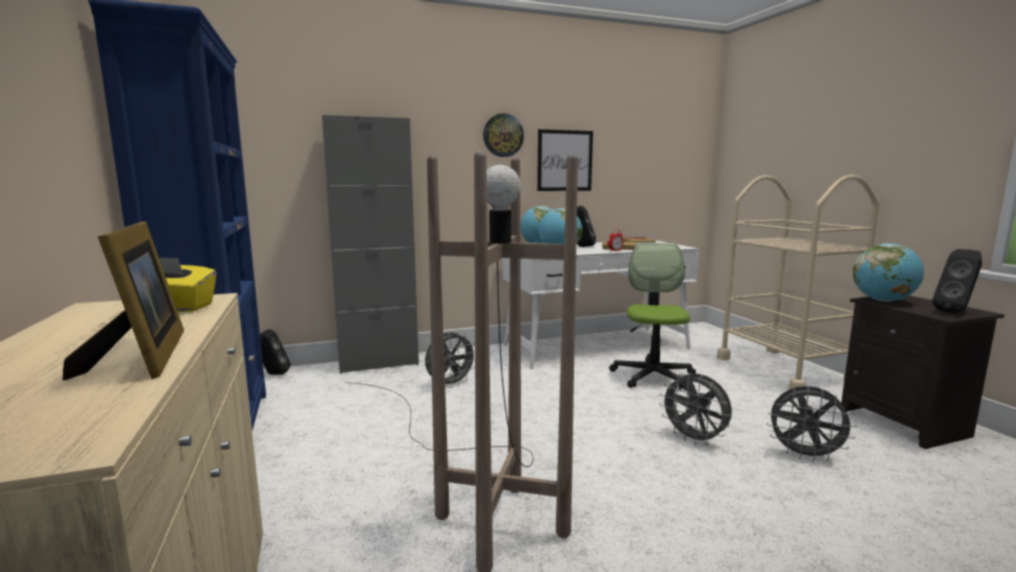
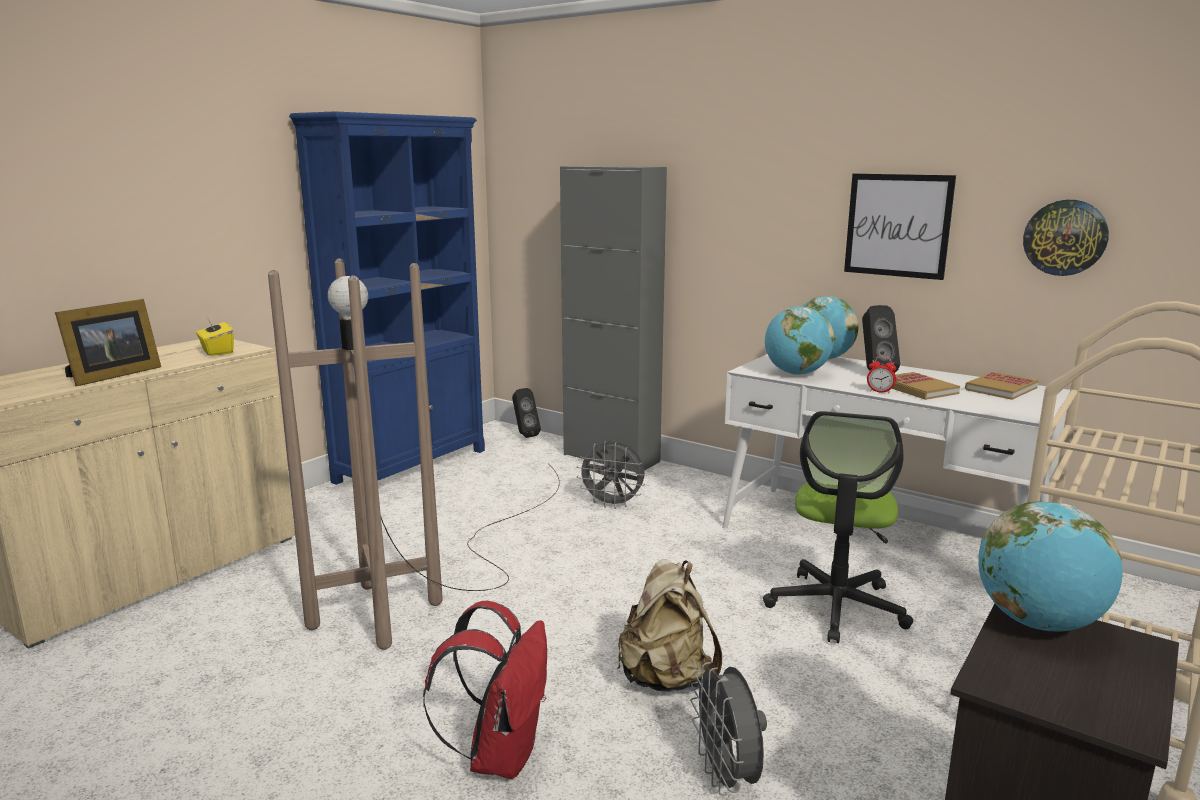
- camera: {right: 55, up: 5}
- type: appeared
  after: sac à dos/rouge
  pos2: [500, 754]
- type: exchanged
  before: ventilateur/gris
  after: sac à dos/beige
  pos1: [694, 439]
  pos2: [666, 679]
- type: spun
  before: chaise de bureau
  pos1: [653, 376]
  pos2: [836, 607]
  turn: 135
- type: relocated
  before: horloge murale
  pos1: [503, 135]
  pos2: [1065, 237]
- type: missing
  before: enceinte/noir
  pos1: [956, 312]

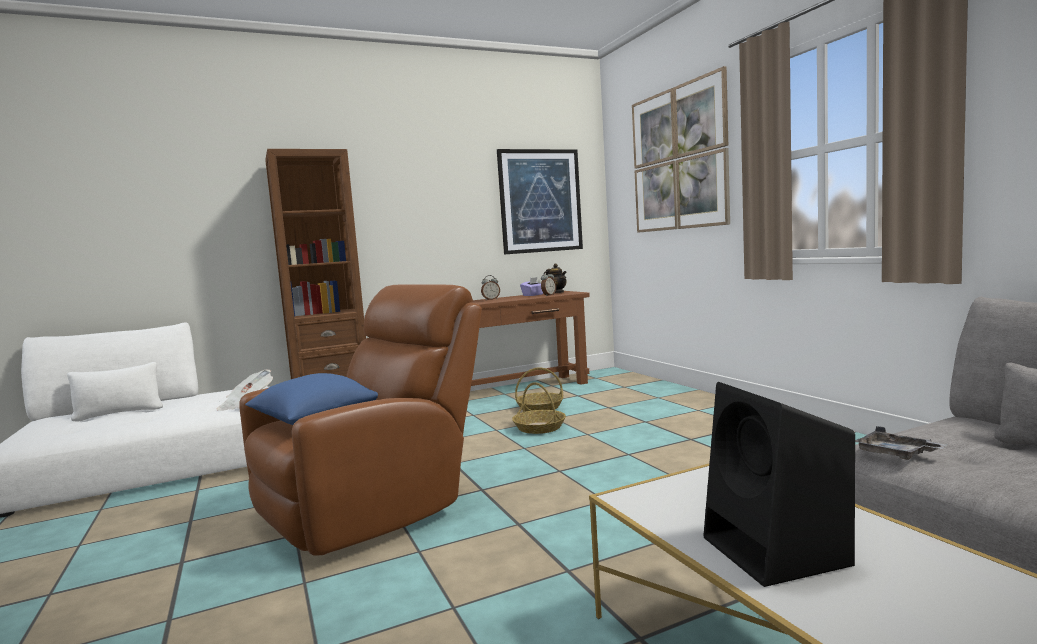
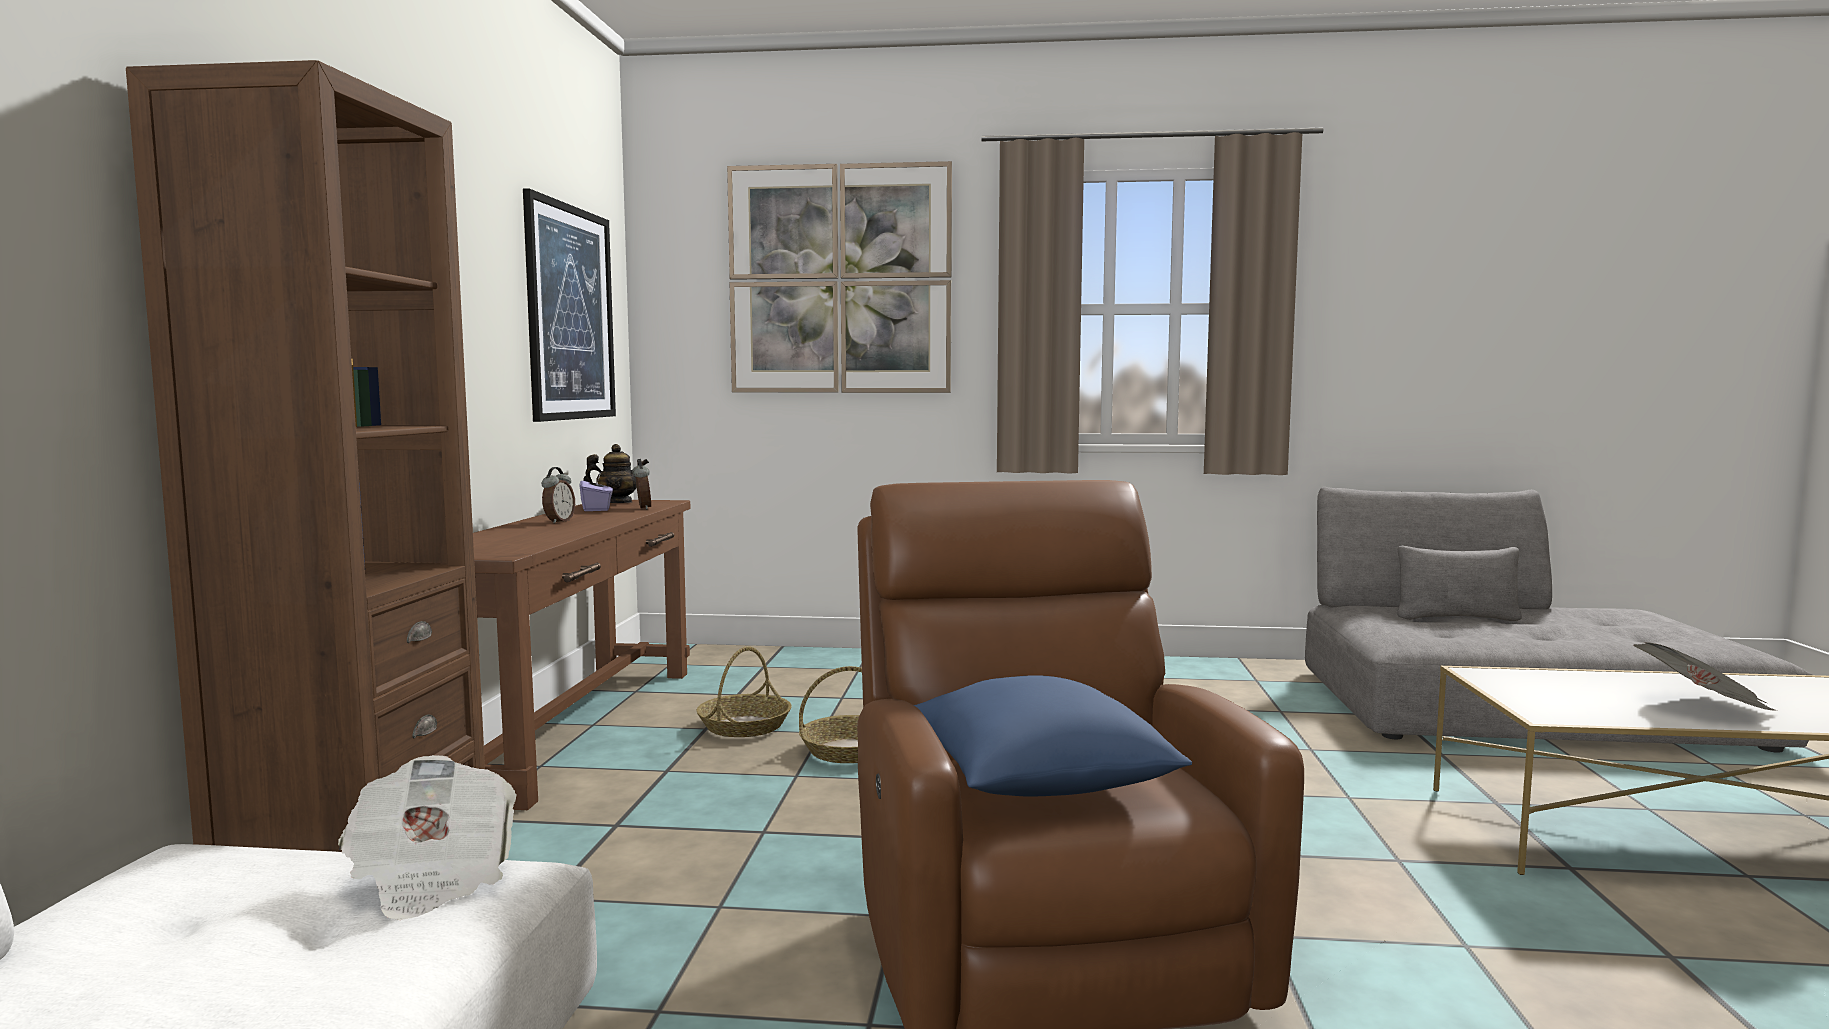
- camera: {right: -60, up: 0}
- type: exchanged
  before: enceinte/noir
  after: journal
  pos1: [778, 552]
  pos2: [1703, 707]
- type: missing
  before: plateau/gris
  pos1: [896, 454]

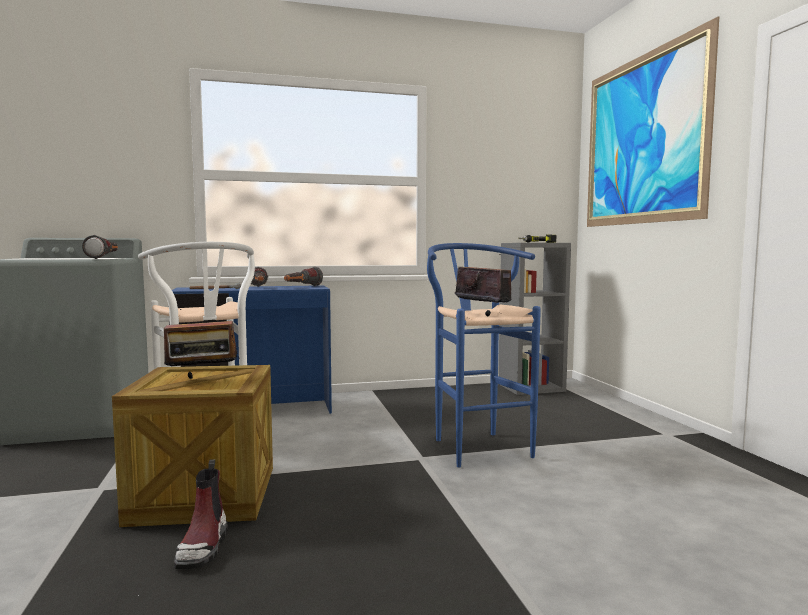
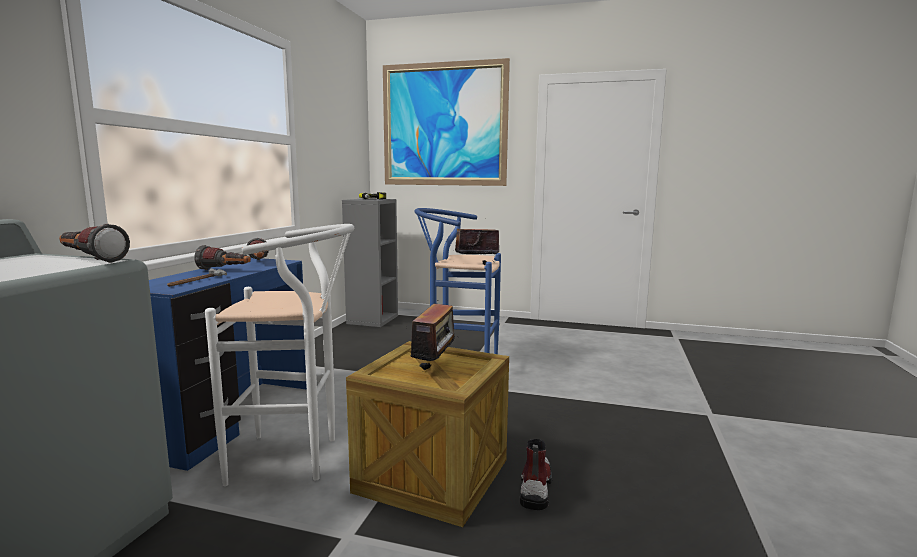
- camera: {right: -60, up: 5}
- type: spun
  before: botte
  pos1: [203, 547]
  pos2: [535, 488]
  turn: -105

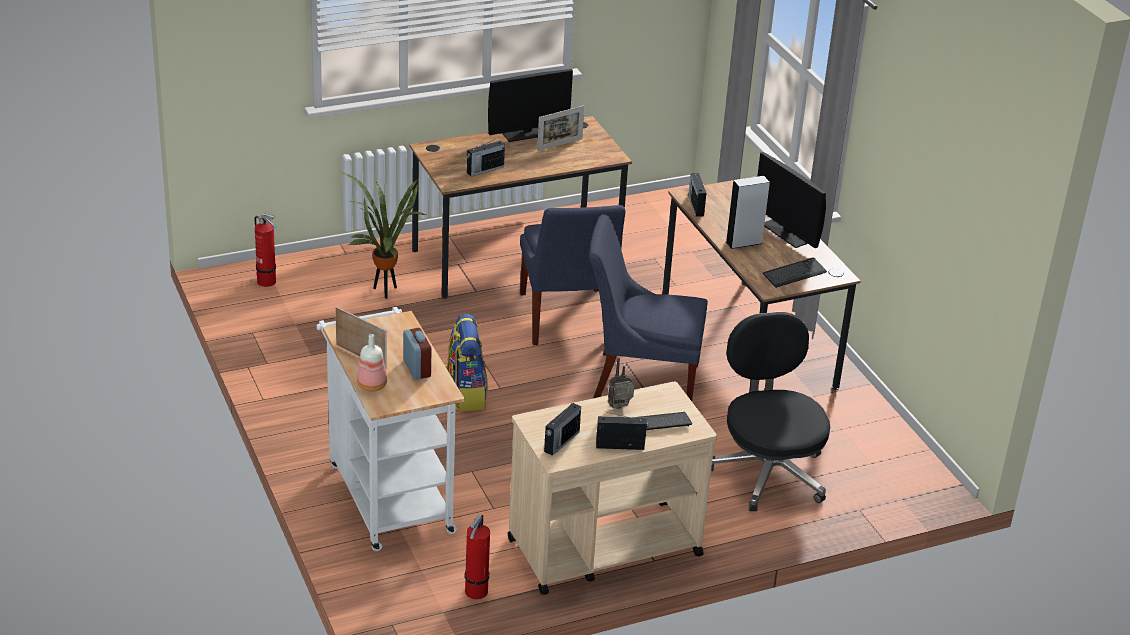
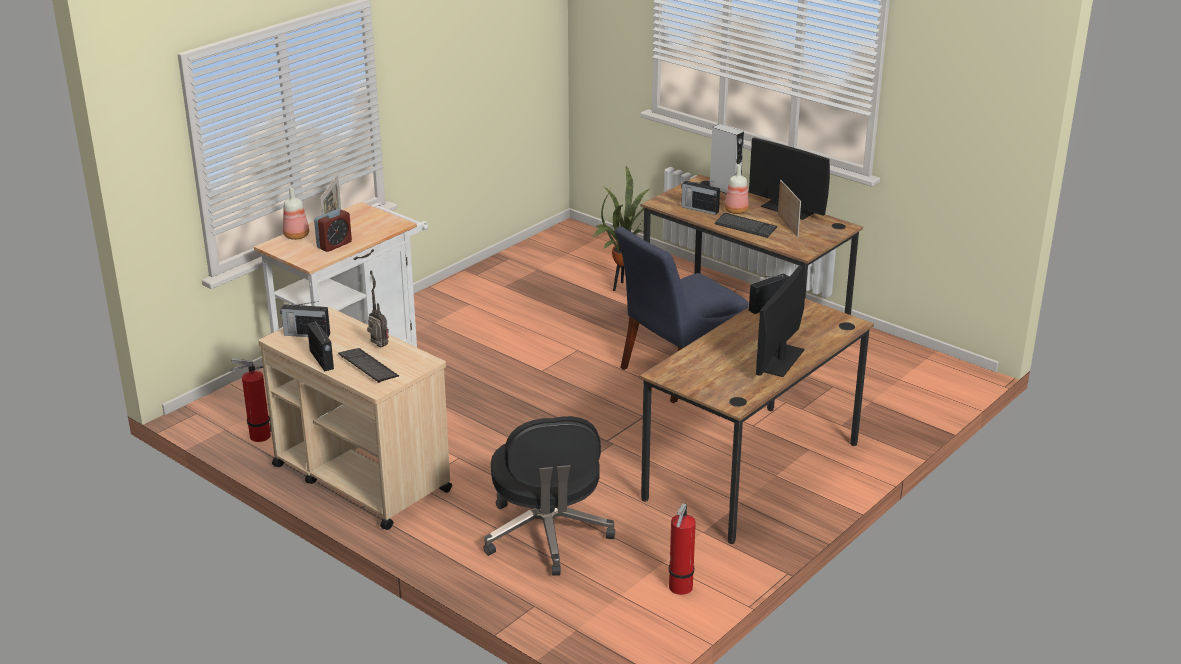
- camera: {right: 65, up: -5}
- type: spun
  before: chaise de bureau/noir
  pos1: [767, 472]
  pos2: [547, 535]
  turn: 120
- type: relocated
  before: extincteur
  pos1: [268, 282]
  pos2: [680, 589]
- type: relocated
  before: enceinte/gris
  pos1: [744, 242]
  pos2: [725, 190]
- type: relocated
  before: clavier
  pos1: [794, 274]
  pos2: [745, 227]
- type: appeared
  after: bouteille
  pos2: [735, 211]
- type: spun
  before: cadre photo
  pos1: [559, 145]
  pos2: [787, 226]
  turn: -135
- type: missing
  before: sac à dos
  pos1: [465, 394]
- type: missing
  before: chaise/bleu
  pos1: [639, 381]

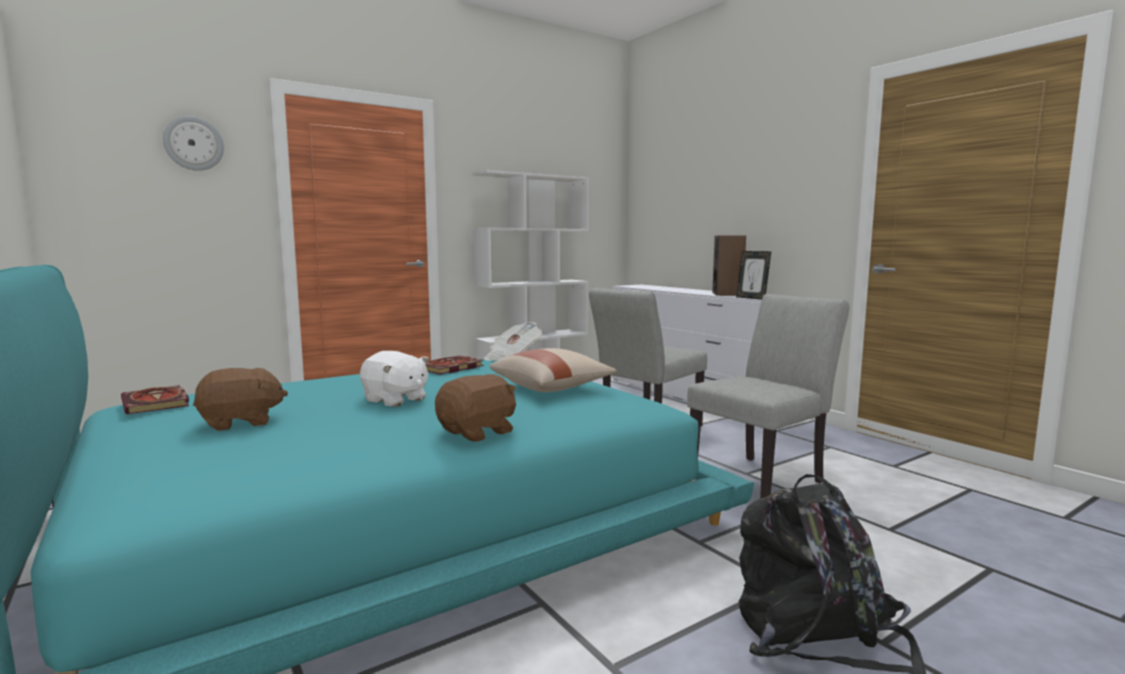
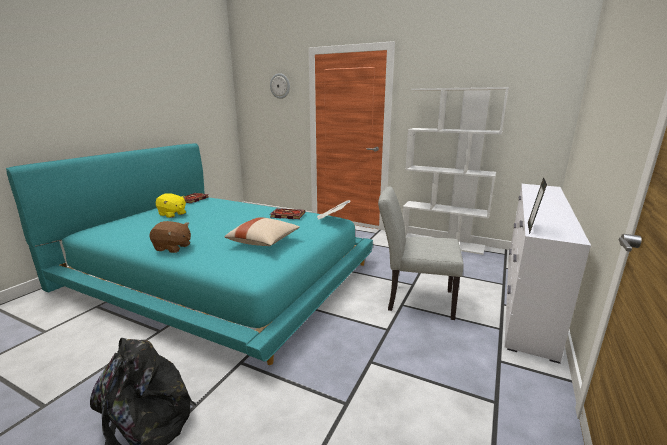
- camera: {right: 60, up: 10}
- type: colour
  before: peluche/marron
  after: peluche/jaune
  pos1: [241, 422]
  pos2: [172, 214]
- type: missing
  before: peluche/blanc
  pos1: [395, 400]
- type: missing
  before: chaise/gris
  pos1: [762, 479]
- type: missing
  before: enceinte
  pos1: [727, 294]

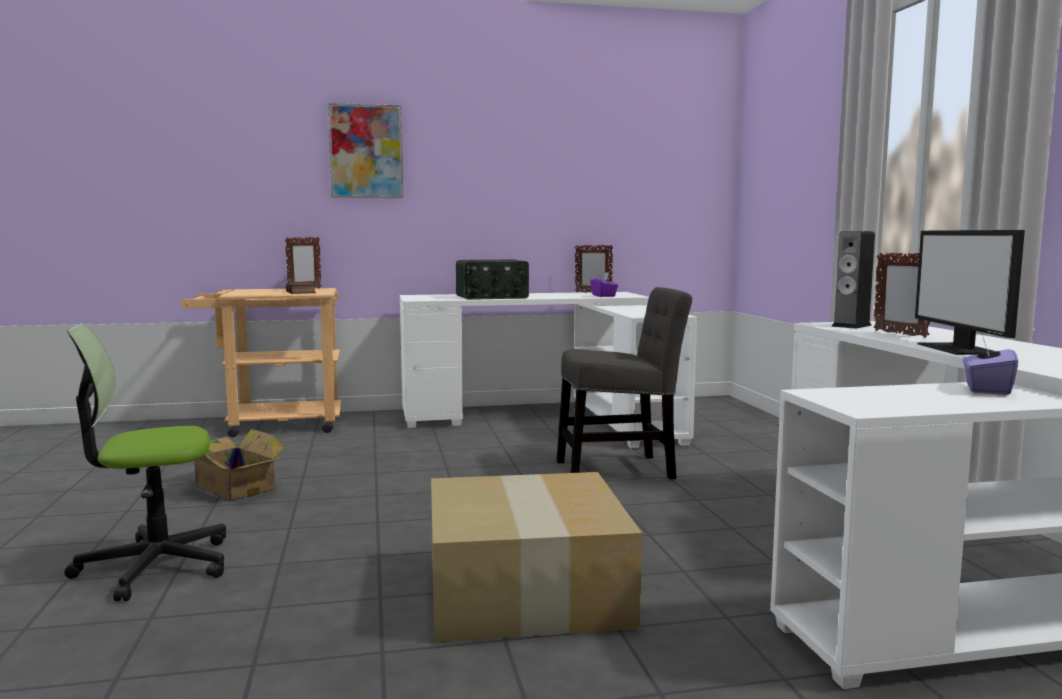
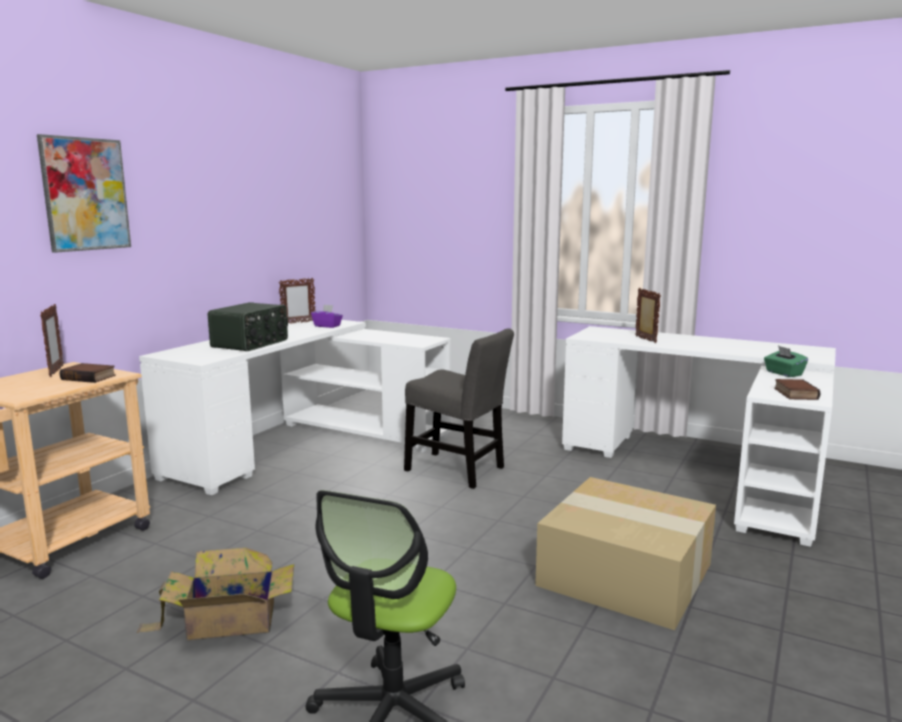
- camera: {right: -50, up: 5}
- type: spun
  before: chaise/gris
  pos1: [621, 469]
  pos2: [458, 470]
  turn: 90
- type: spun
  before: cadre photo
  pos1: [900, 334]
  pos2: [645, 339]
  turn: -120
- type: colour
  before: boîte à mouchoirs/violet
  after: boîte à mouchoirs/vert
  pos1: [986, 389]
  pos2: [783, 373]
- type: appeared
  after: livre
  pos2: [794, 393]
- type: missing
  before: enceinte
  pos1: [851, 326]
- type: missing
  before: écran d'ordinateur
  pos1: [960, 349]

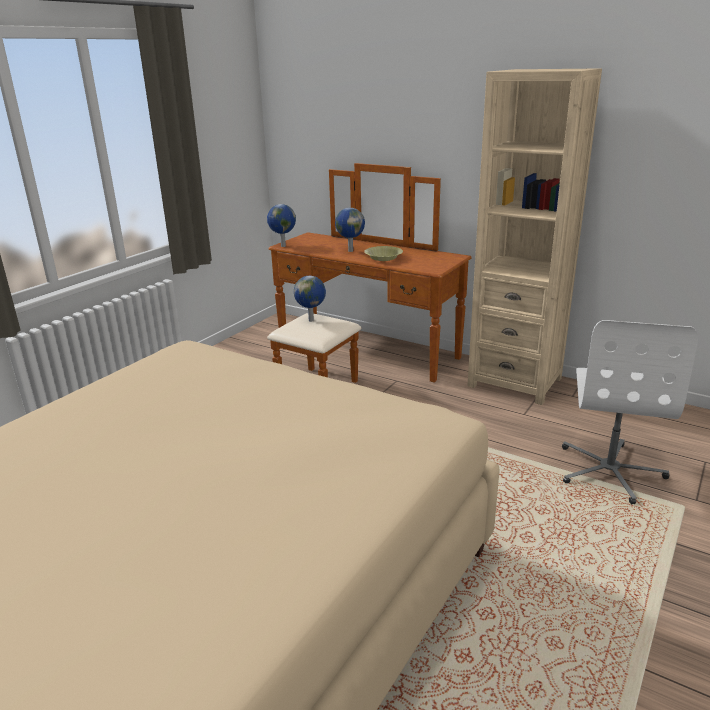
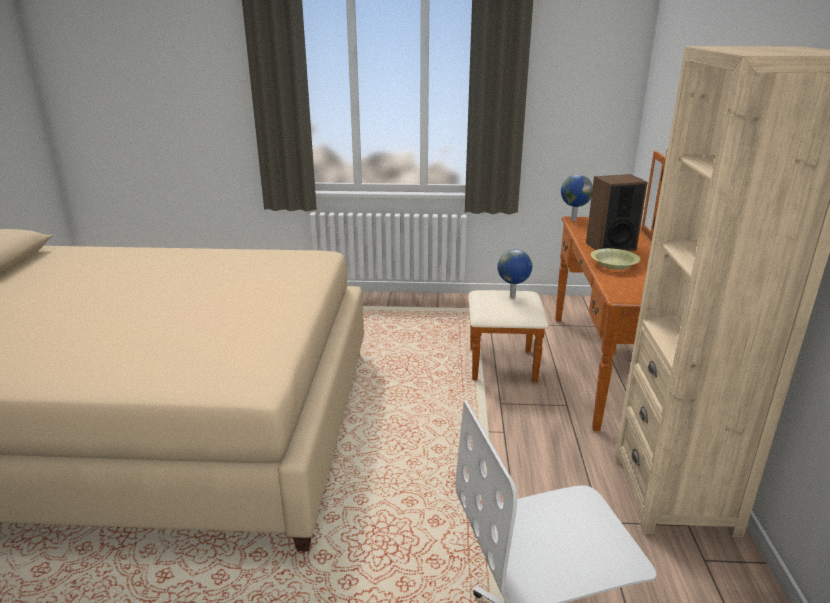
- camera: {right: 60, up: 0}
- type: exchanged
  before: globe
  after: enceinte
  pos1: [350, 251]
  pos2: [610, 246]

